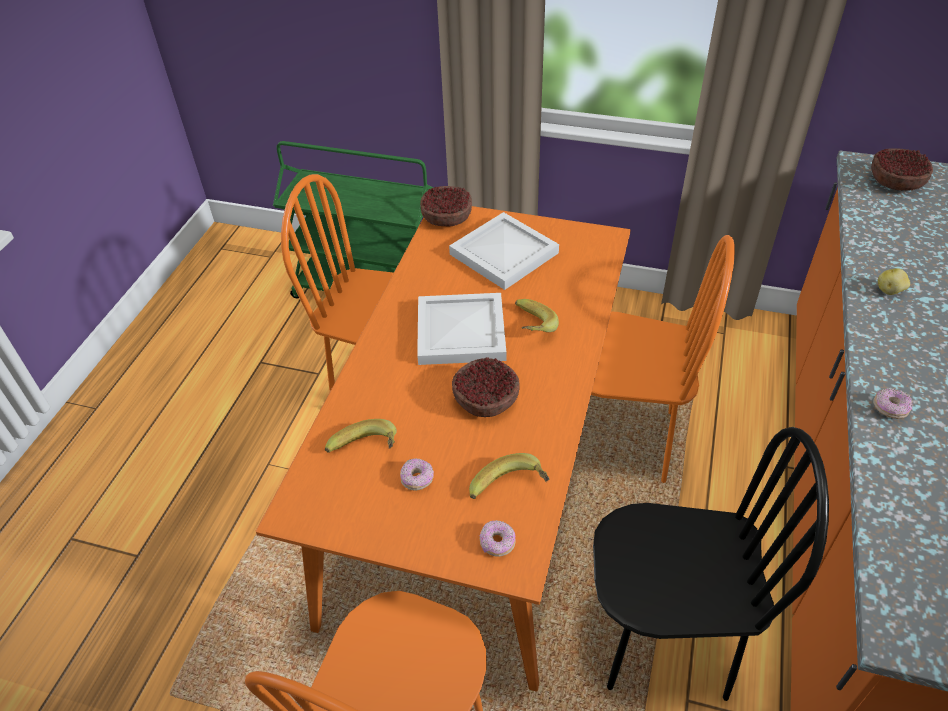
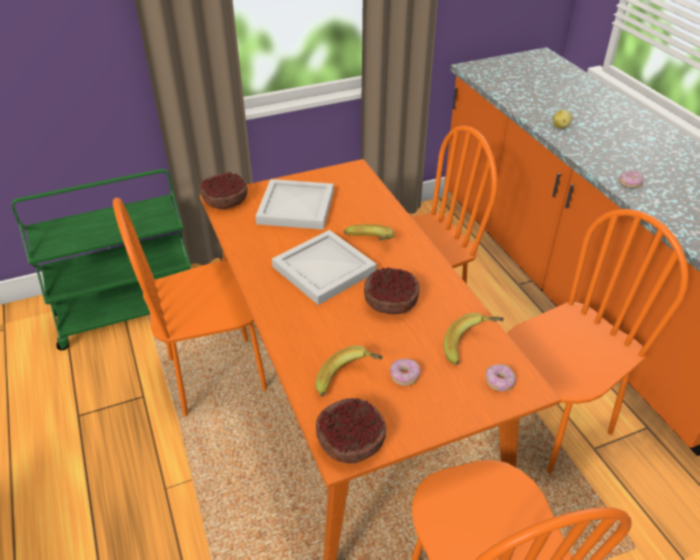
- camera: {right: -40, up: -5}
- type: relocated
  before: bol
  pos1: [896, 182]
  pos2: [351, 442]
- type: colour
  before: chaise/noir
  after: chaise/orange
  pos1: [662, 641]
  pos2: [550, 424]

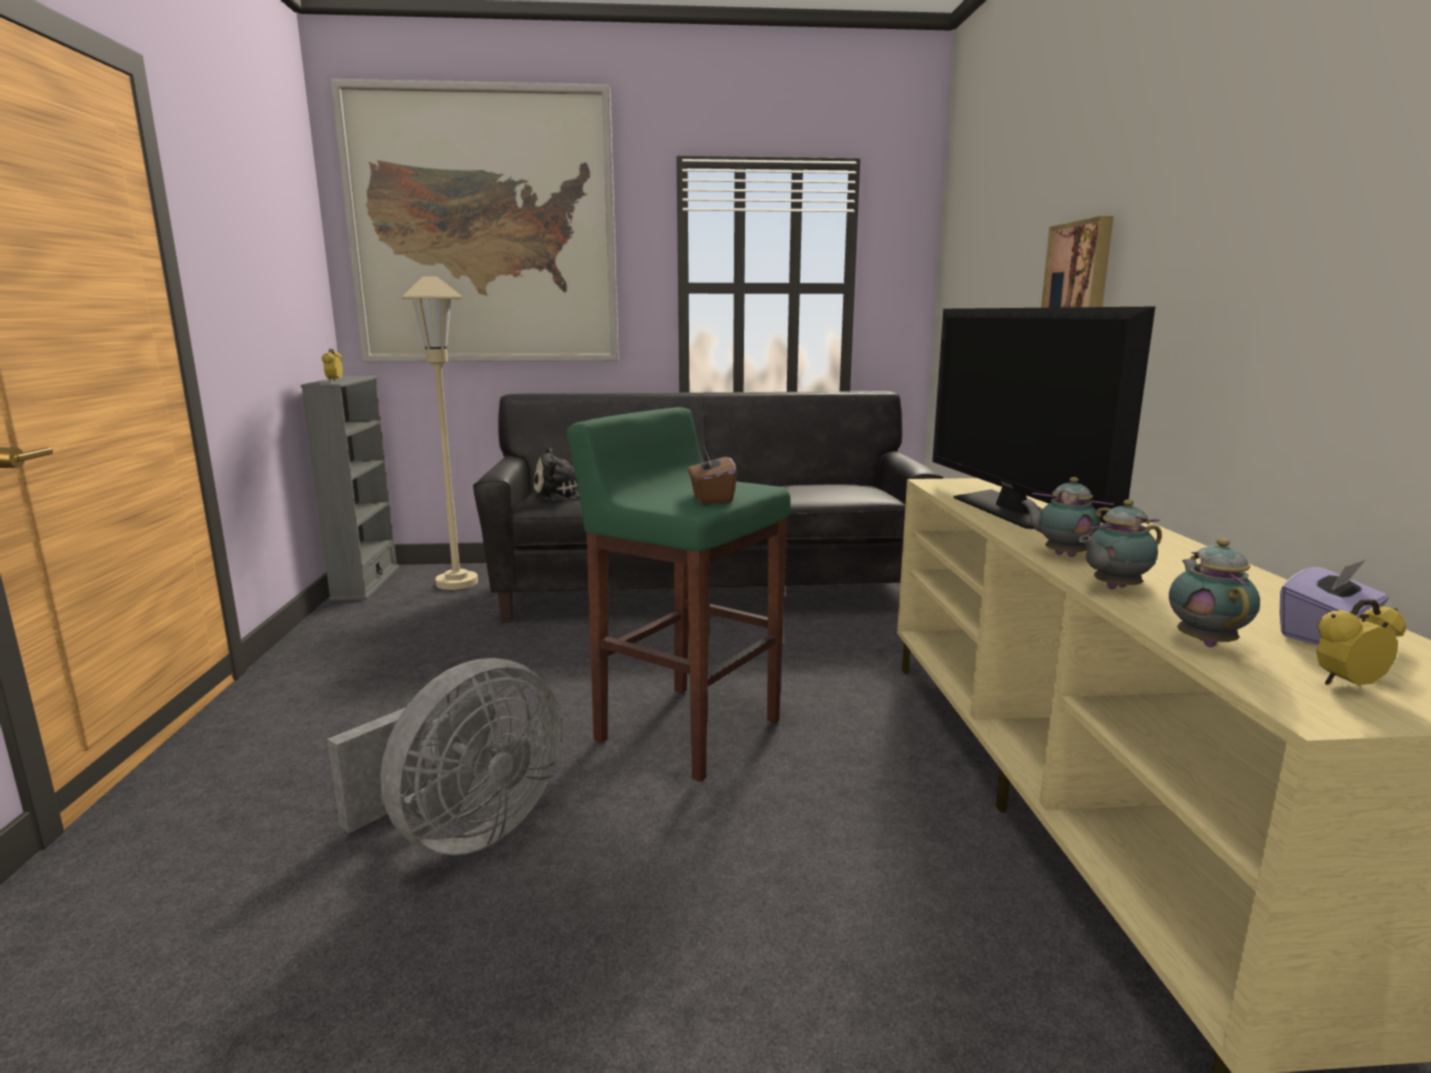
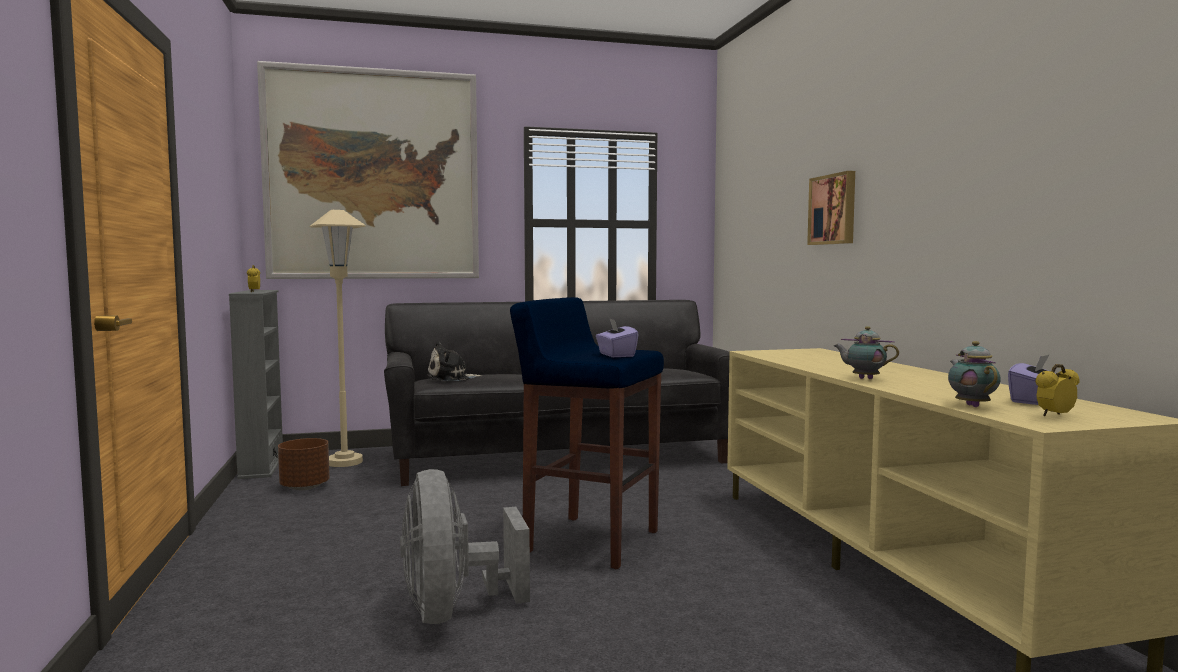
- camera: {right: -10, up: -10}
- type: appeared
  after: cache-pot/marron
  pos2: [305, 487]
- type: spun
  before: ventilateur/gris
  pos1: [464, 832]
  pos2: [453, 611]
  turn: 135
- type: colour
  before: tabouret/vert
  after: tabouret/bleu
  pos1: [686, 729]
  pos2: [590, 541]
- type: colour
  before: boîte à mouchoirs/marron
  after: boîte à mouchoirs/violet
  pos1: [711, 498]
  pos2: [616, 355]
- type: missing
  before: téléviseur
  pos1: [1012, 511]
- type: missing
  before: théière
  pos1: [1113, 588]

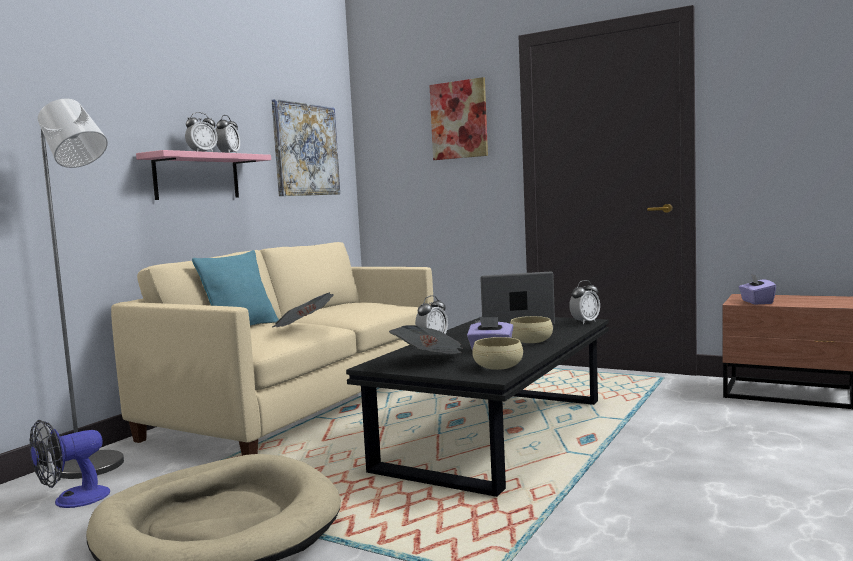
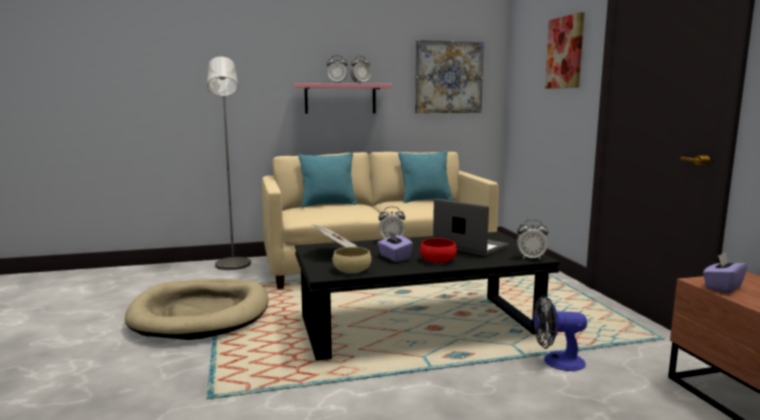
- camera: {right: 45, up: 5}
- type: appeared
  after: coussin/turquoise
  pos2: [425, 200]
- type: colour
  before: bol/beige
  after: bol/rouge
  pos1: [531, 341]
  pos2: [437, 260]
- type: relocated
  before: ventilateur
  pos1: [72, 500]
  pos2: [556, 361]
- type: missing
  before: journal
  pos1: [303, 328]

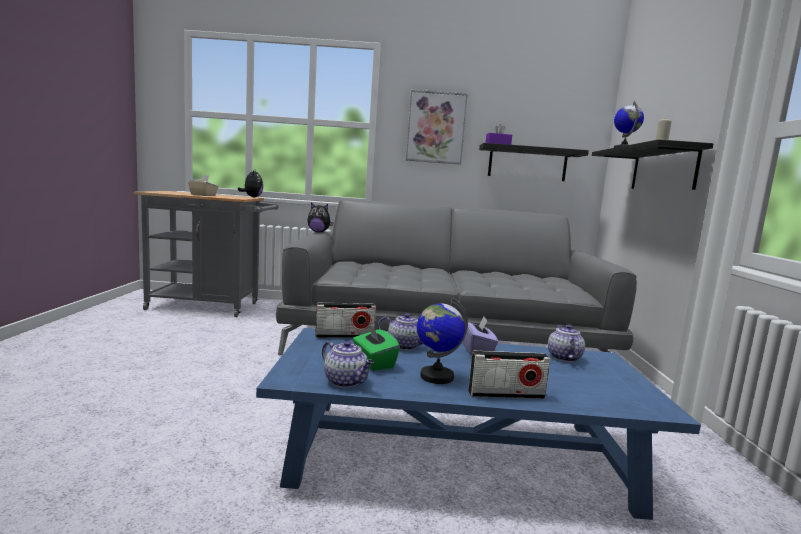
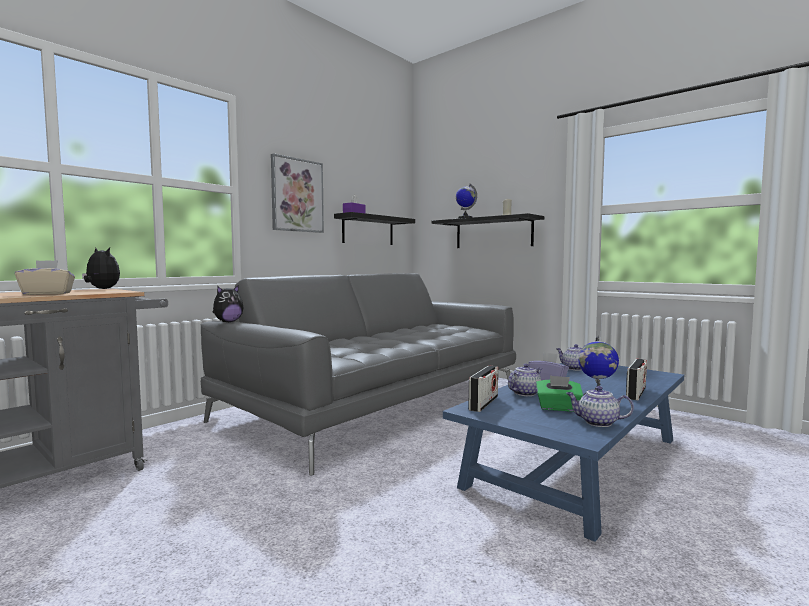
- camera: {right: -50, up: -5}
- type: spun
  before: théière
  pos1: [346, 381]
  pos2: [597, 422]
  turn: -150

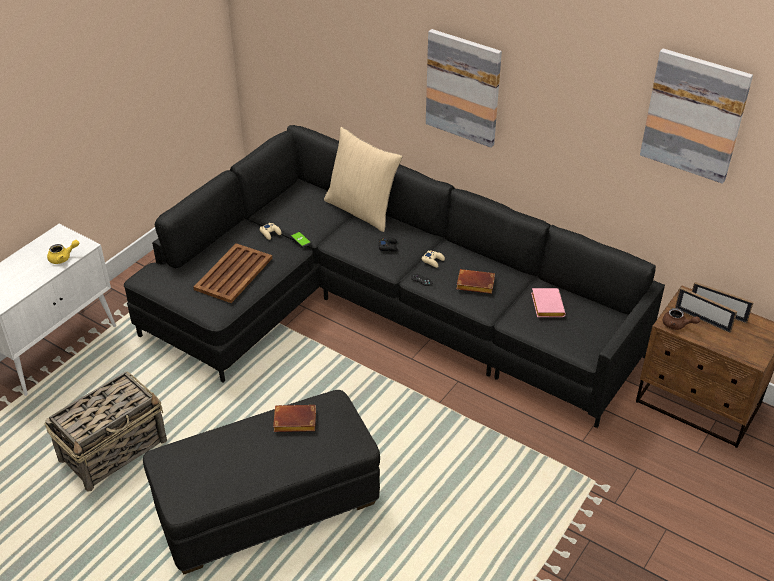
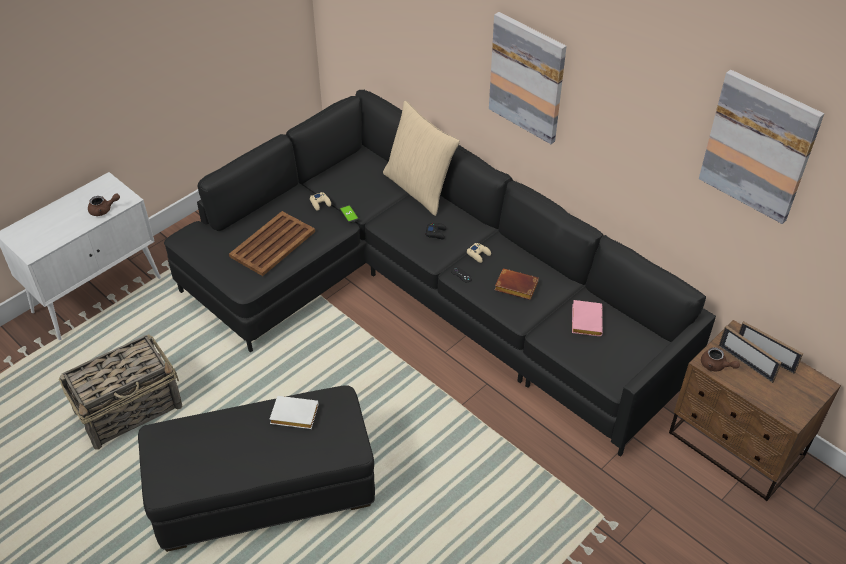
- camera: {right: 10, up: 5}
- type: colour
  before: théière/jaune
  after: théière/marron
  pos1: [63, 258]
  pos2: [103, 210]
- type: colour
  before: livre/marron
  after: livre/blanc
  pos1: [293, 422]
  pos2: [293, 416]

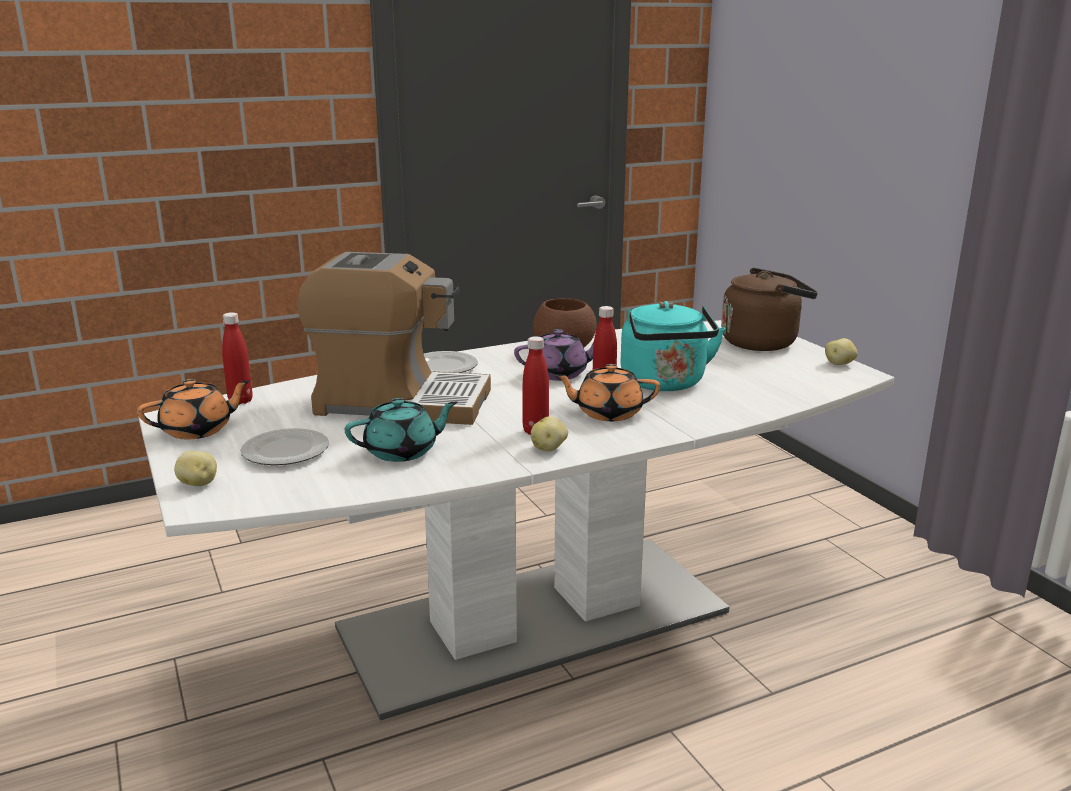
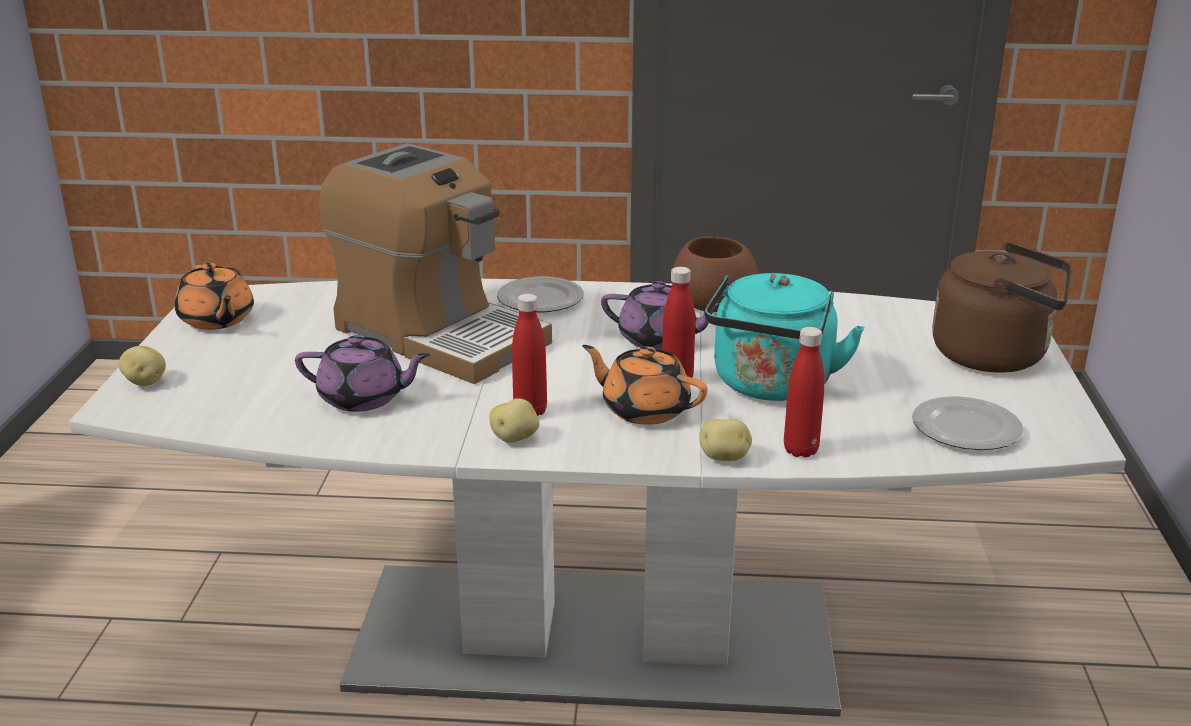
- camera: {right: 30, up: 5}
- type: spun
  before: théière/orange
  pos1: [198, 430]
  pos2: [217, 320]
  turn: 60
- type: colour
  before: théière/turquoise
  after: théière/violet
  pos1: [402, 451]
  pos2: [363, 398]
- type: relocated
  before: pomme de terre
  pos1: [839, 364]
  pos2: [725, 458]
- type: relocated
  before: bouteille/rouge
  pos1: [240, 401]
  pos2: [800, 450]
- type: relocated
  before: assiette
  pos1: [285, 451]
  pos2: [965, 429]

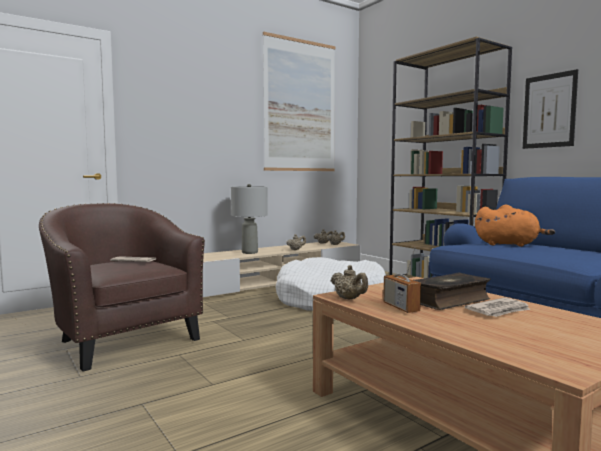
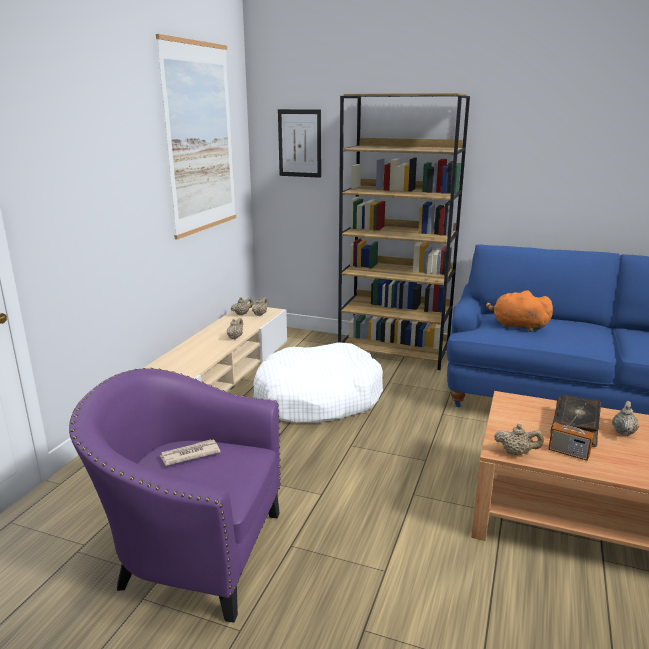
- camera: {right: -35, up: 15}
- type: colour
  before: fauteuil/marron
  after: fauteuil/violet
  pos1: [123, 340]
  pos2: [192, 552]
- type: relocated
  before: tableau
  pos1: [549, 111]
  pos2: [299, 143]
- type: spun
  before: peluche/orange
  pos1: [509, 244]
  pos2: [517, 326]
  turn: -135
- type: exchanged
  before: journal
  after: théière/beige
  pos1: [499, 311]
  pos2: [623, 432]
- type: missing
  before: lampe de table/gris
  pos1: [249, 252]

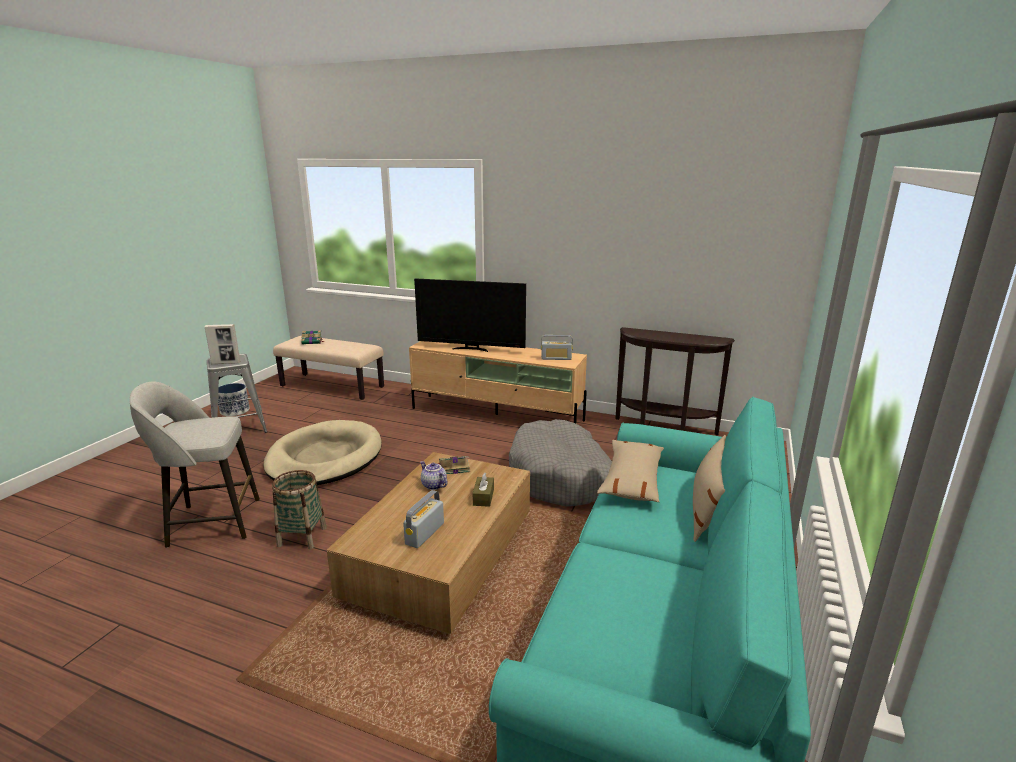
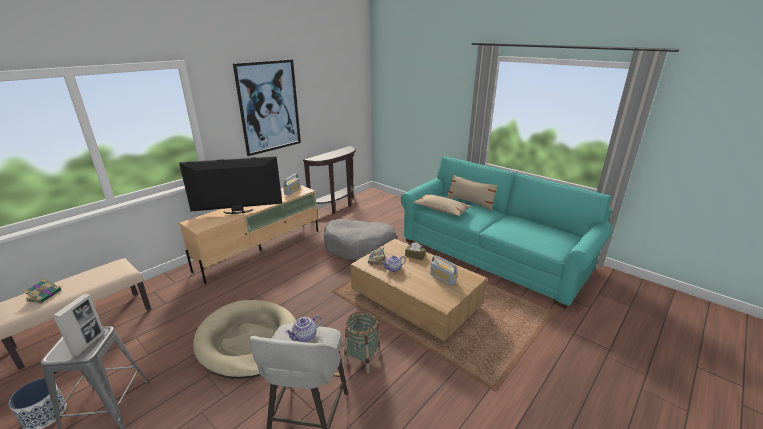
- camera: {right: -70, up: 5}
- type: spun
  before: téléviseur
  pos1: [471, 349]
  pos2: [238, 212]
  turn: -135
- type: appeared
  after: tableau
  pos2: [269, 107]
- type: appeared
  after: théière
  pos2: [305, 337]

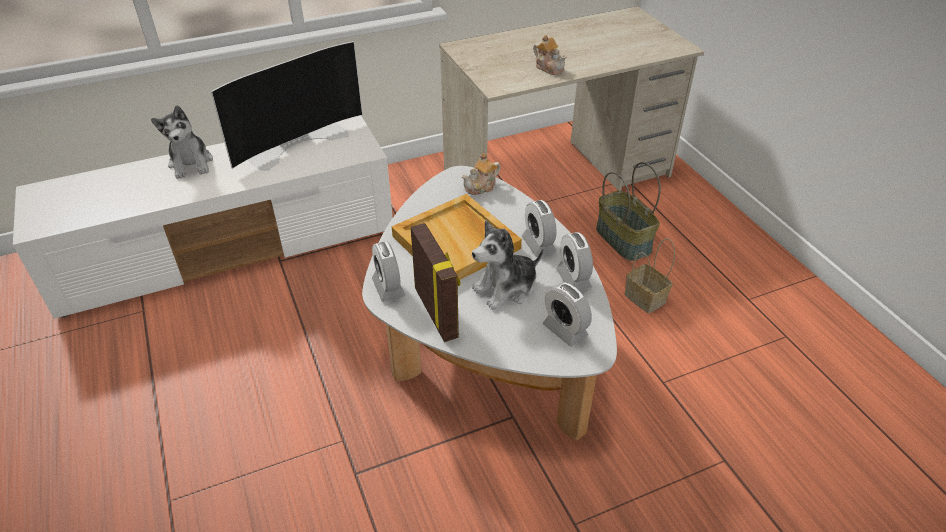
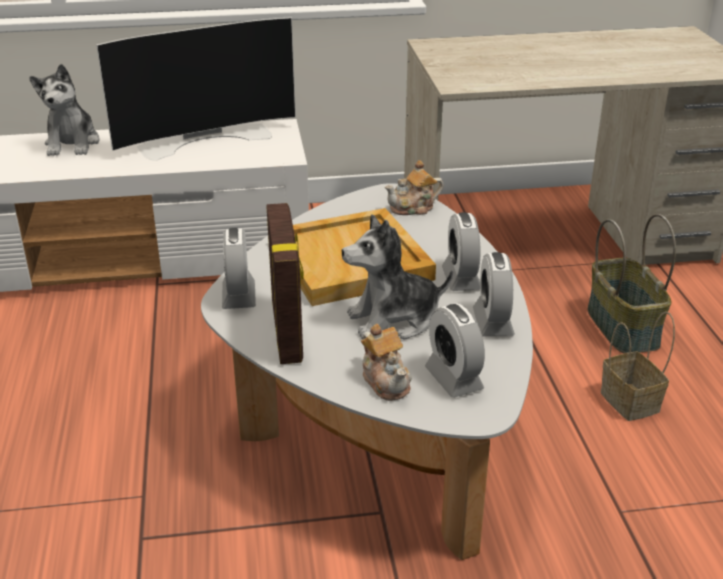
- camera: {right: 15, up: -10}
- type: relocated
  before: théière
  pos1: [549, 68]
  pos2: [386, 381]

